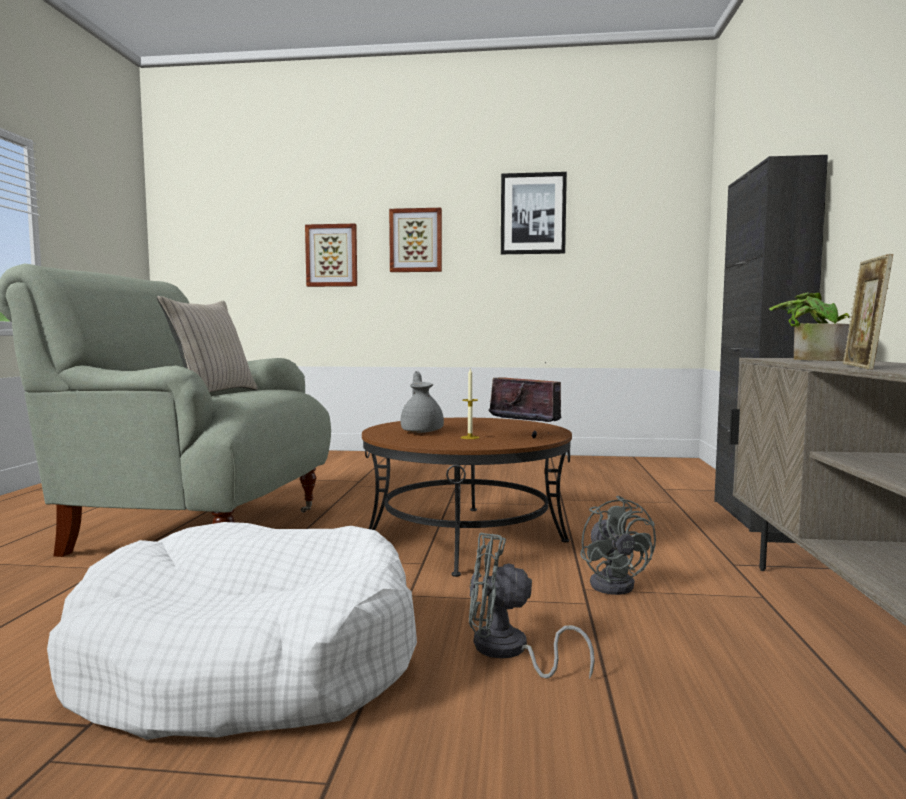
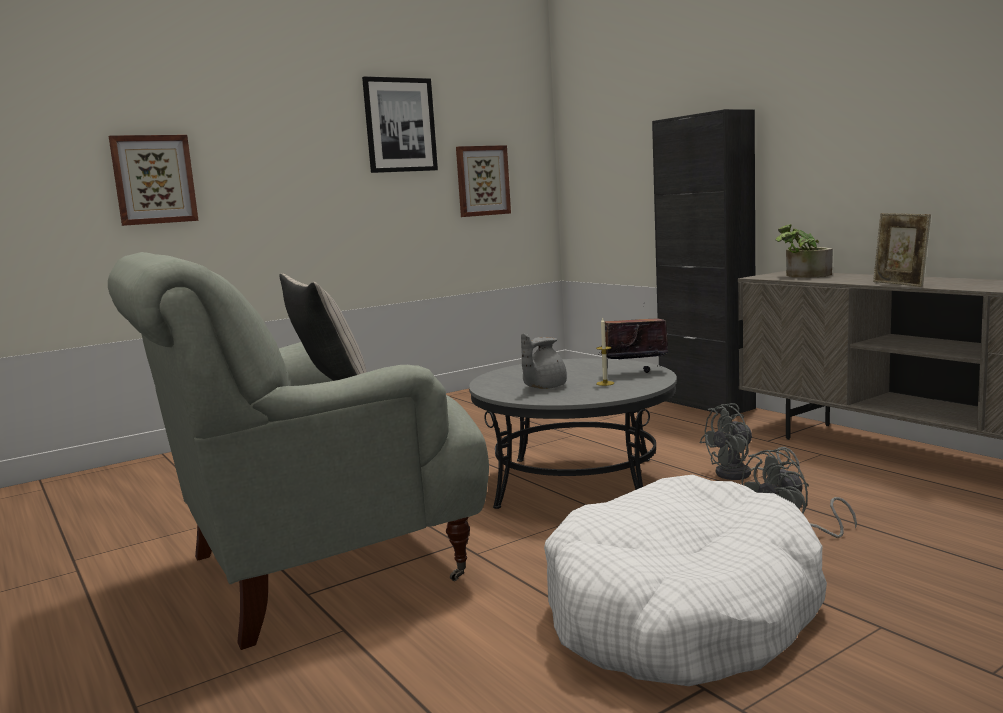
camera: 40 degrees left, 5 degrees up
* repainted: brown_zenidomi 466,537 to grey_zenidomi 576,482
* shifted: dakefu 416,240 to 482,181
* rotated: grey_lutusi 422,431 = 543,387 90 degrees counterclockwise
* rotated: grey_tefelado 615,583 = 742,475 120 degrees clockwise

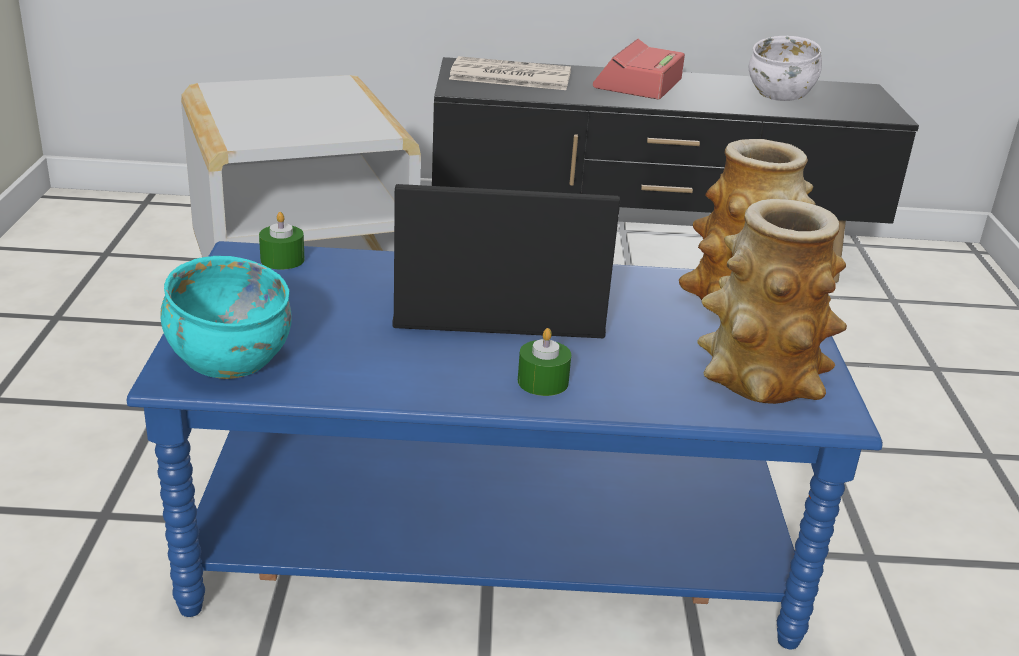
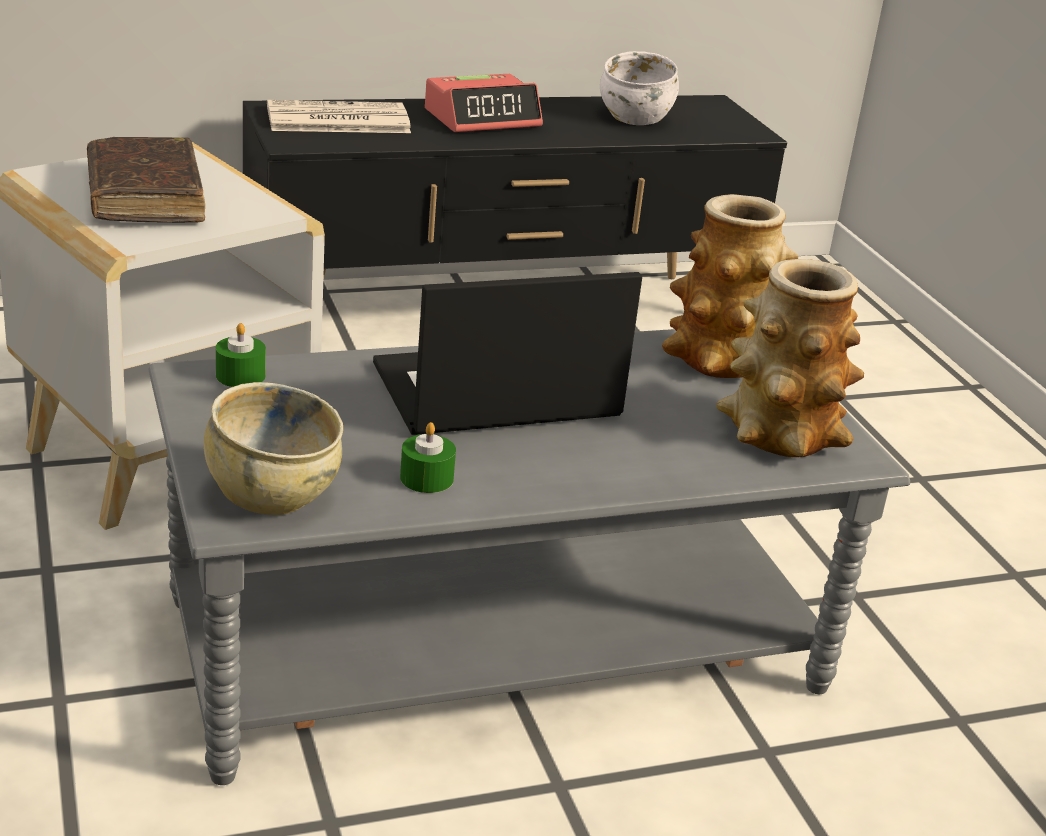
camera: 20 degrees left, 0 degrees up
* repainted: blue_zenidomi 492,540 to grey_zenidomi 496,646
* repainted: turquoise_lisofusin 229,360 to beige_lisofusin 271,494
* shifted: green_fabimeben 543,381 to 426,478
* rotated: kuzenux 638,84 = 483,118 120 degrees counterclockwise
* new: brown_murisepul 145,197

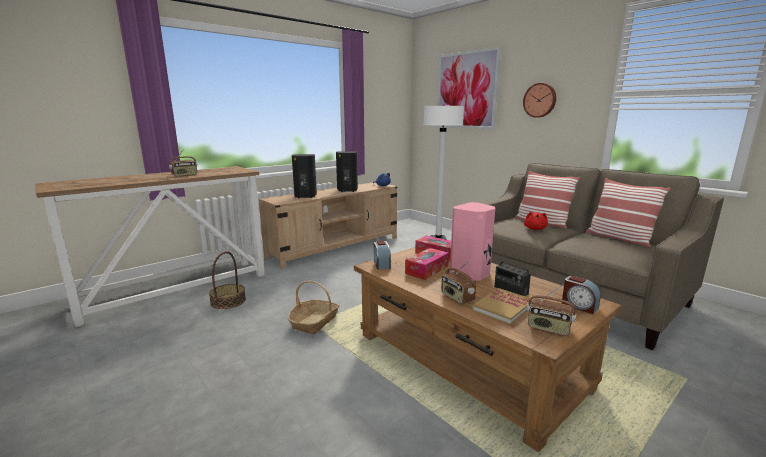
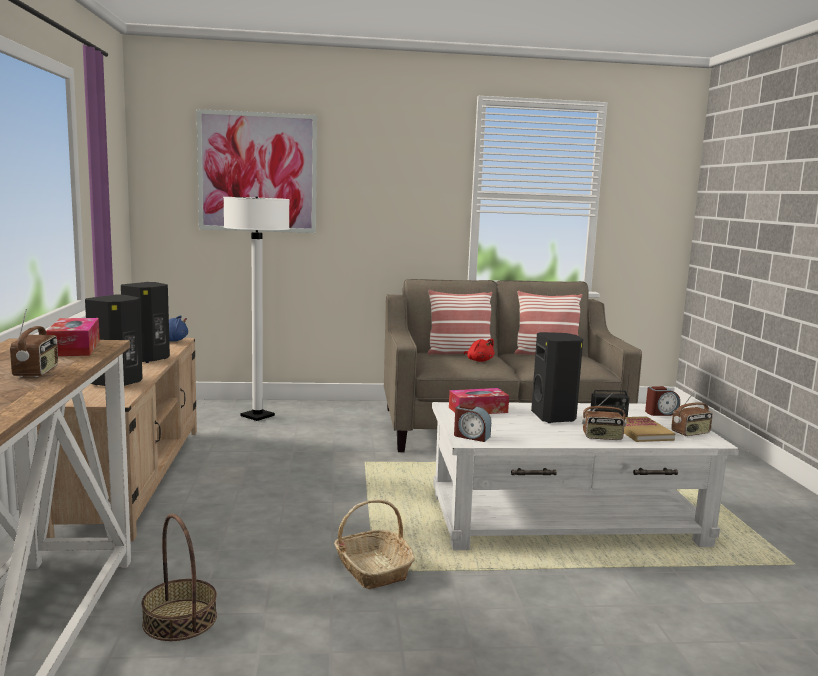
camera: 55 degrees left, 5 degrees down
* repainted: brown_zenidomi 467,360 to white_zenidomi 566,520
* shifted: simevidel 427,270 to 74,348
* repainted: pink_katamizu 471,275 to black_katamizu 554,417
* gone: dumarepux 540,100

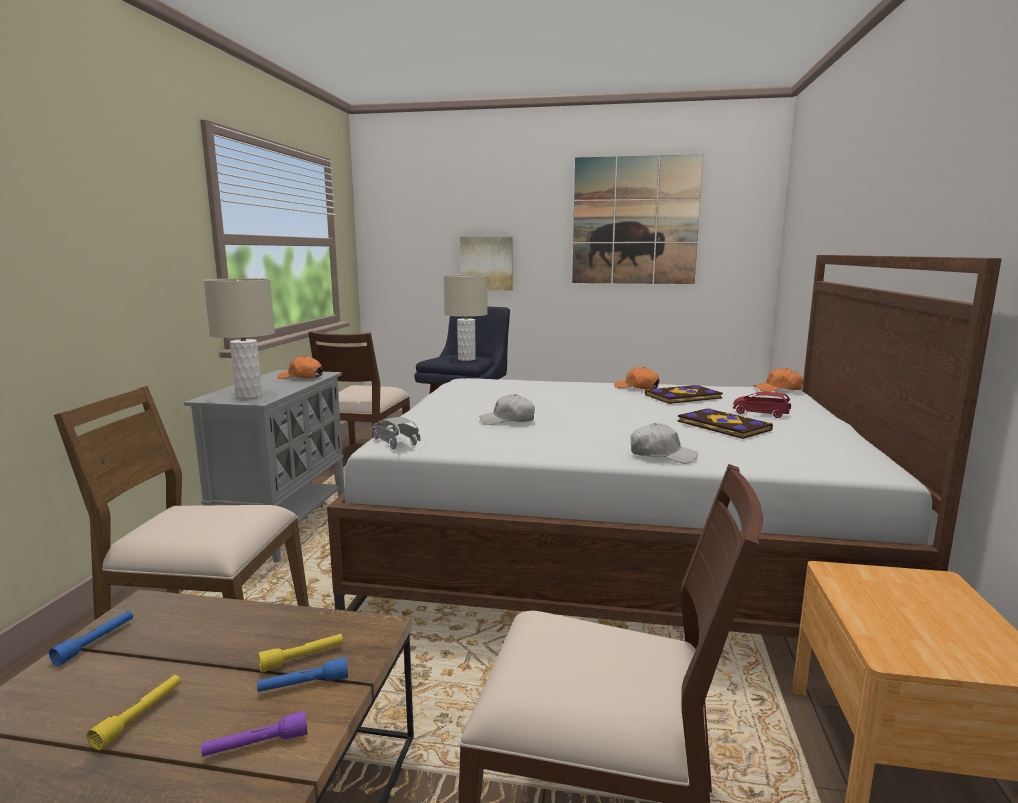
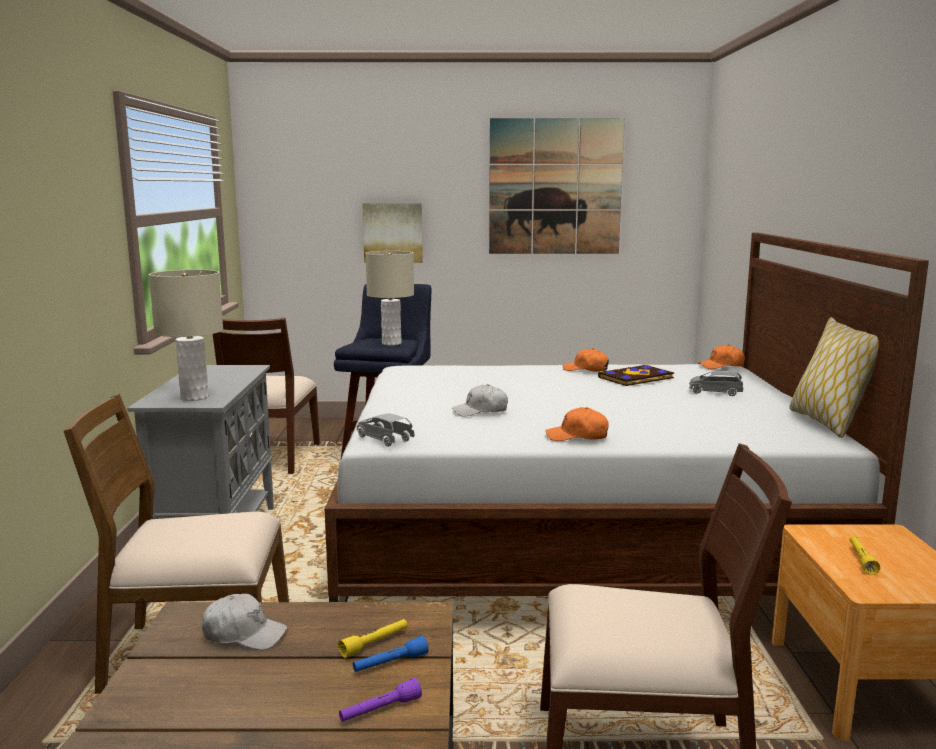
camera: 10 degrees left, 0 degrees up
* gone: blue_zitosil 96,642
* shifted: yellow_zitosil 140,717 to 861,560
* shifted: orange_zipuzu 301,377 to 577,436
* shifted: white_zipuzu 661,455 to 244,634
* gone: murisepul 722,426
* repainted: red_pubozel 760,413 to grey_pubozel 715,392
* new: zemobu 828,423

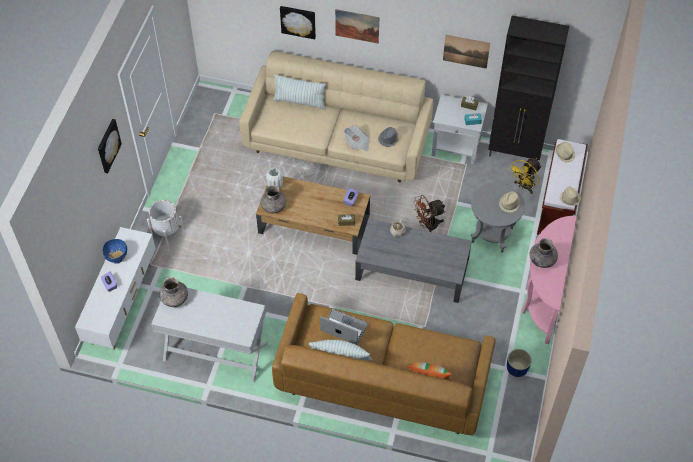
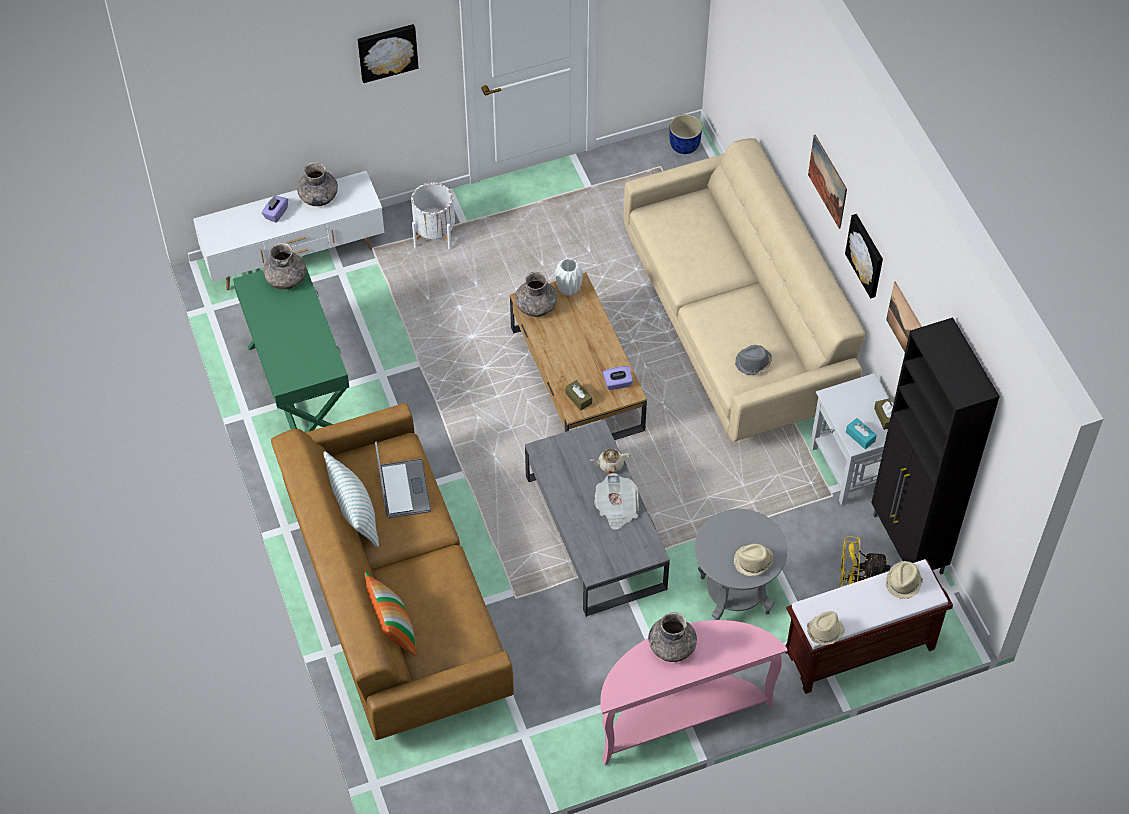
camera: 55 degrees right, 0 degrees up
* swapped: blue_lisofusin 117,258 to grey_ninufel 318,196
* repainted: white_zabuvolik 215,351 to green_zabuvolik 300,391
* gone: zemobu 299,101
* shifted: dakefu 298,21 to 866,255
* shifted: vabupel 357,143 to 616,508
* gone: brown_tefelado 427,225
* shifted: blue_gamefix 516,368 to 684,145

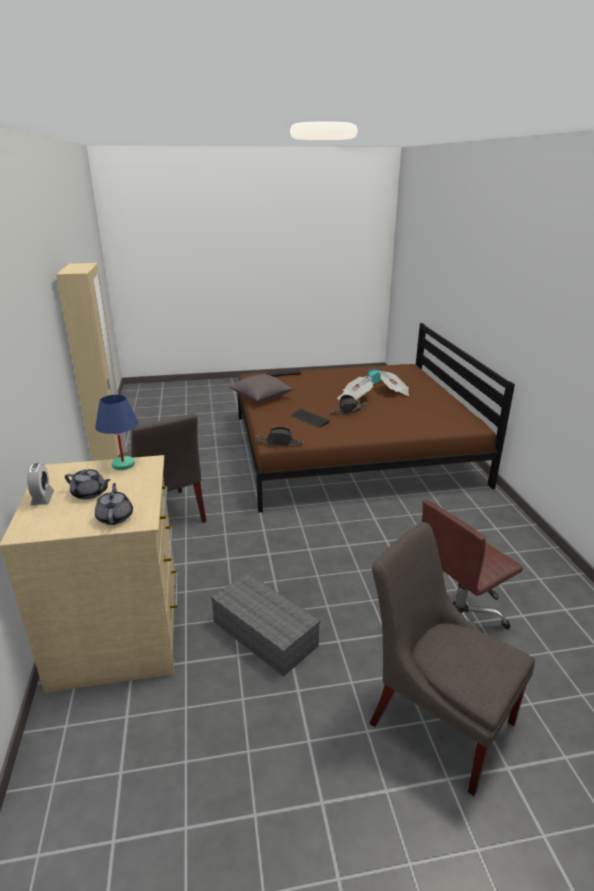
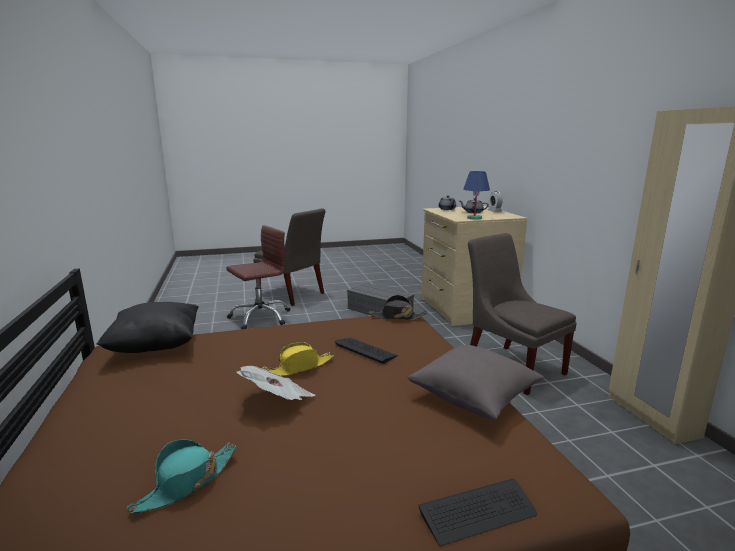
camera: 175 degrees right, 10 degrees down
* repainted: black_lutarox 348,410 to yellow_lutarox 300,367
* gone: vabupel 394,391
* new: black_zemobu 156,346

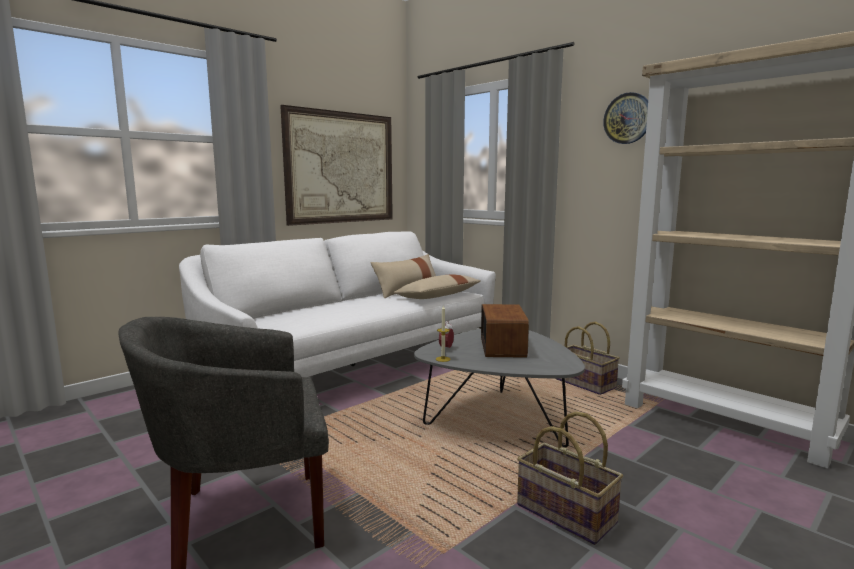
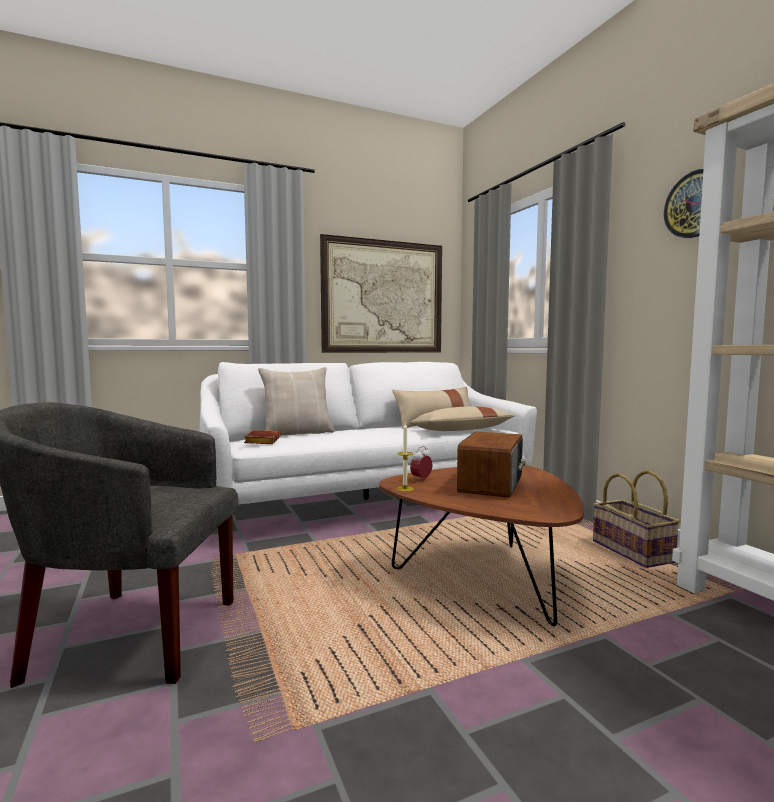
camera: 20 degrees right, 5 degrees down
* repainted: grey_zenidomi 499,420 to brown_zenidomi 486,578
* gone: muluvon 564,514
* new: brown_murisepul 261,441
* new: beige_zemobu 297,433

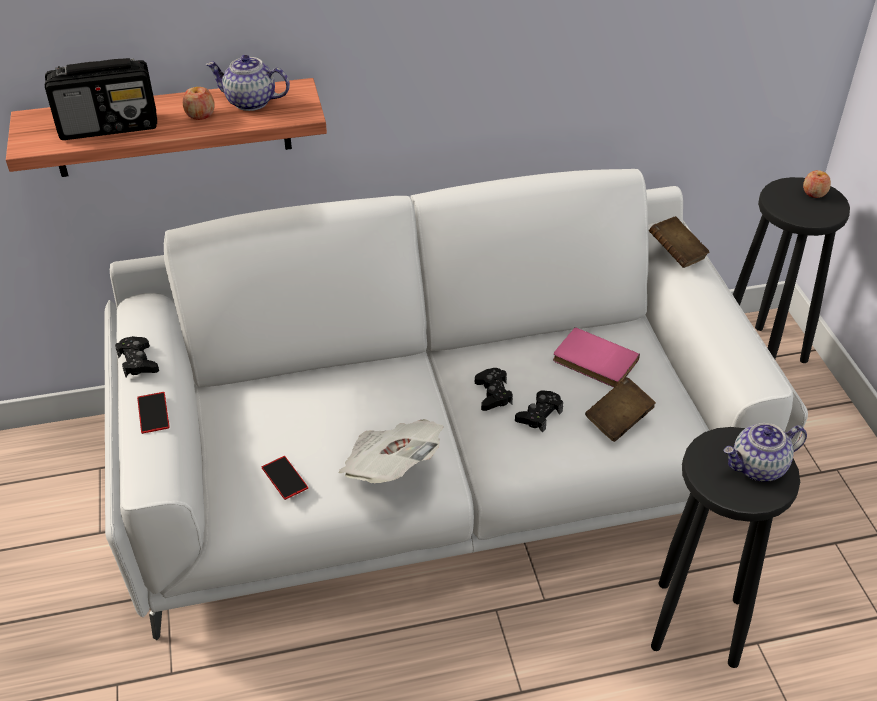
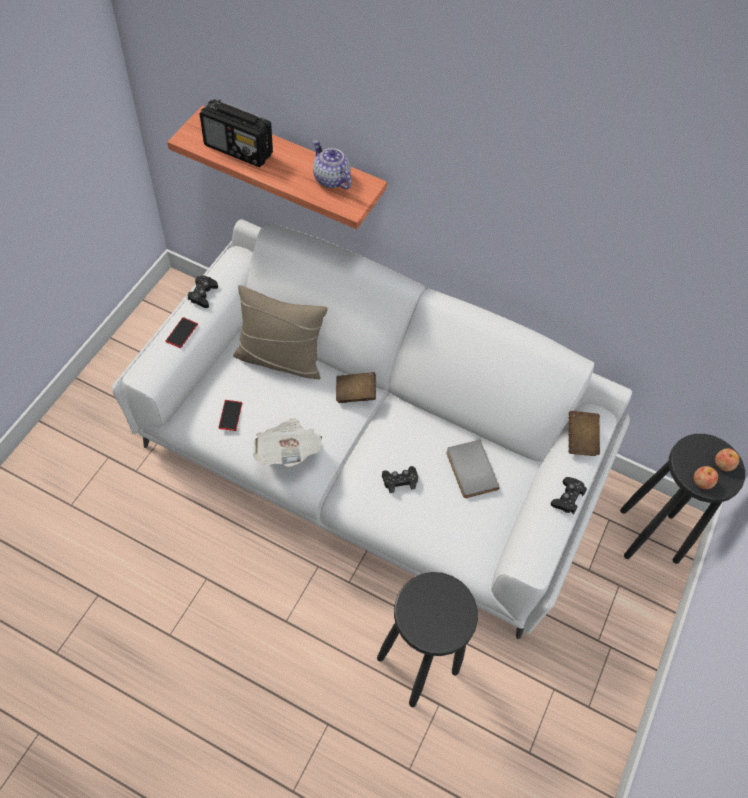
camera: 35 degrees right, 15 degrees up
* shifted: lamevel 200,114 to 702,481
* shifted: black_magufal 493,394 to 567,498
* repainted: pink_murisepul 594,361 to grey_murisepul 469,470
* shifted: brown_murisepul 618,420 to 355,393
* gone: lutusi 758,467
* new: beige_zemobu 280,358

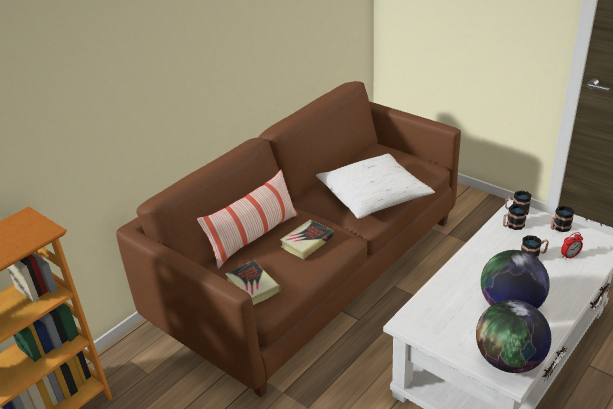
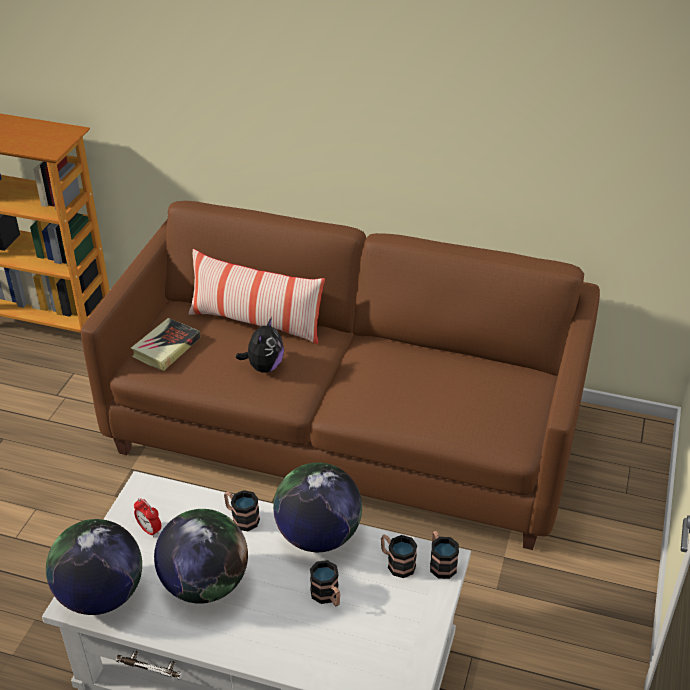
camera: 65 degrees right, 5 degrees up
* swapped: murisepul 307,242 to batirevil 264,366
* gone: white_zemobu 374,196
* shifted: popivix 559,228 to 241,518
* shifted: kuzenux 569,256 to 149,530
* new: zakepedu 318,536

